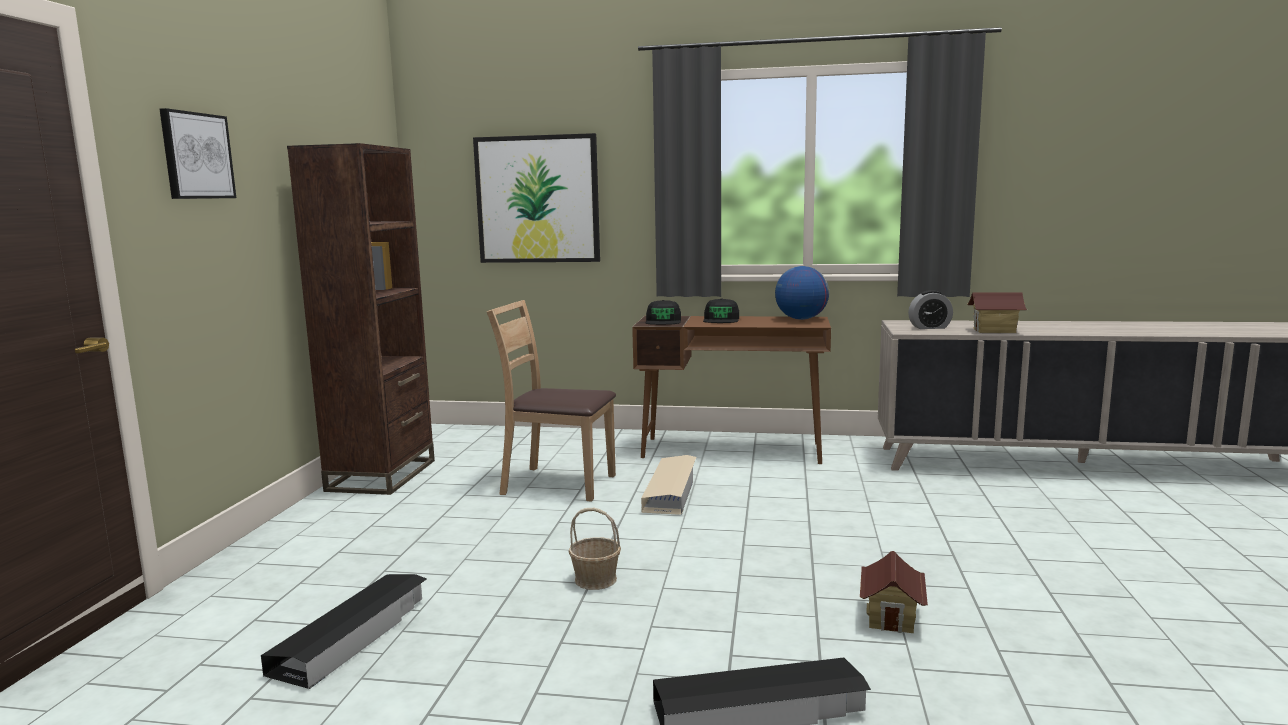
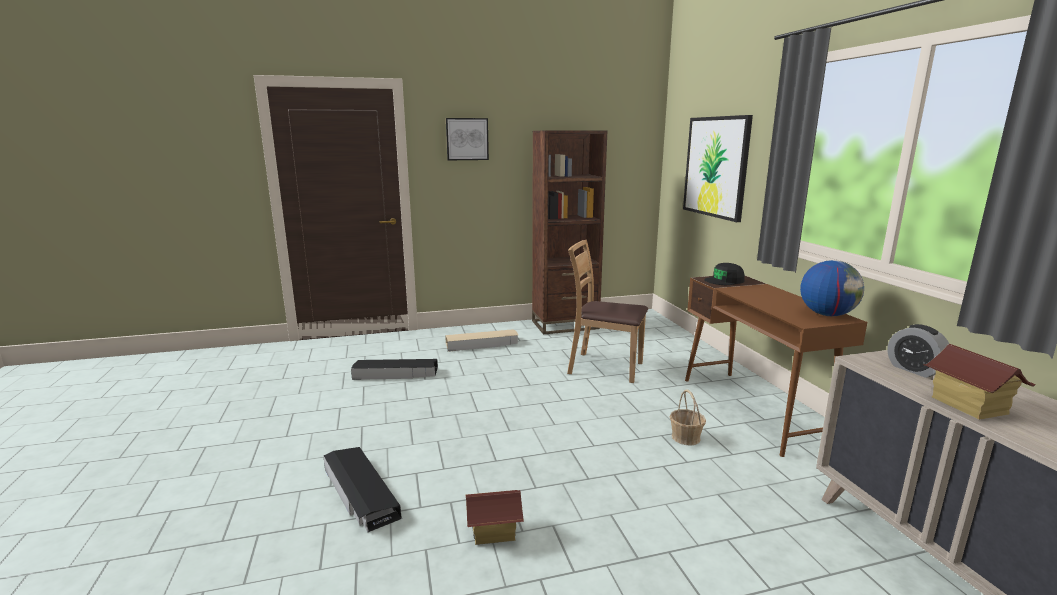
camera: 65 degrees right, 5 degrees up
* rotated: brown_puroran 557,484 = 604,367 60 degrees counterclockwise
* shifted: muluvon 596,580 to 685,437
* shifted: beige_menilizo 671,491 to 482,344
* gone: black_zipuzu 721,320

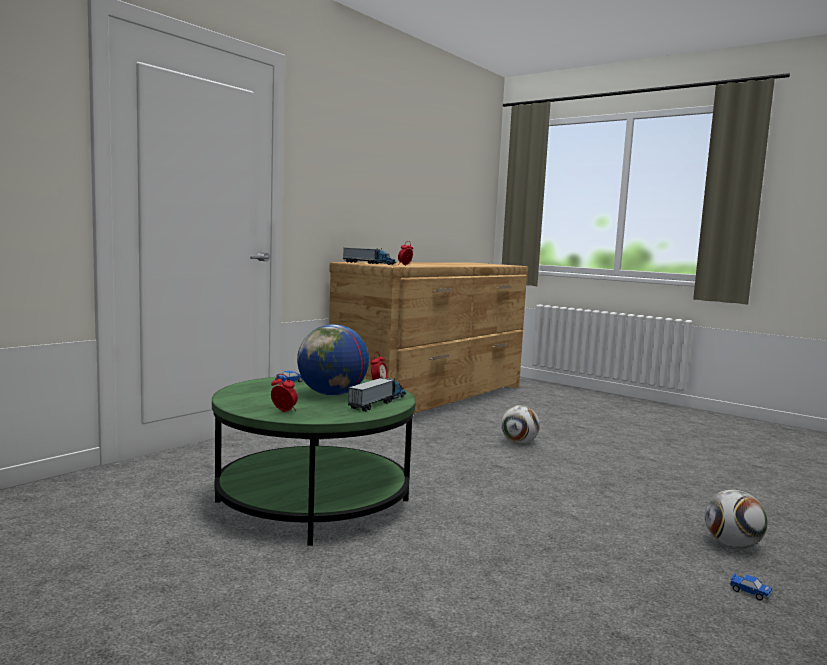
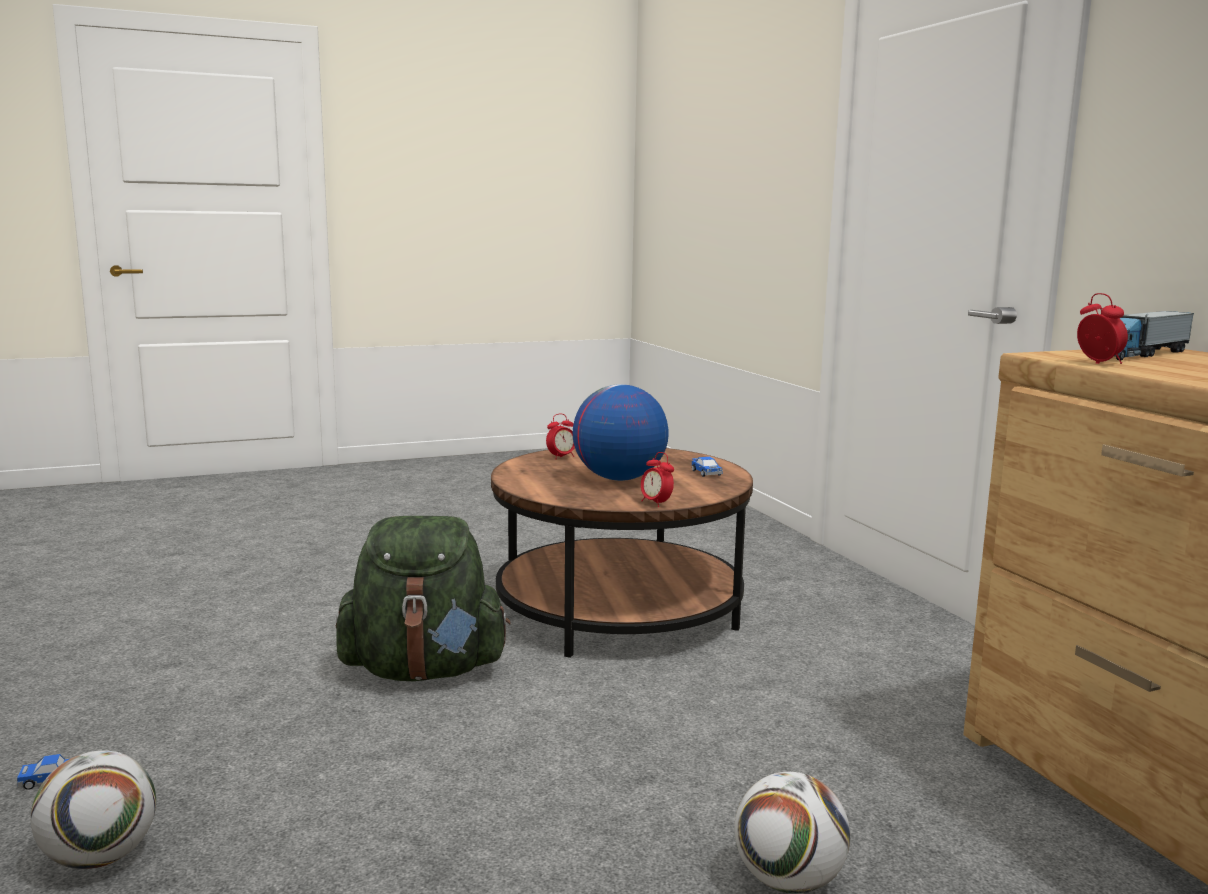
camera: 120 degrees right, 5 degrees up
* repainted: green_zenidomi 313,501 to brown_zenidomi 619,608
* gone: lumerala 378,403
* new: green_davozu 424,670

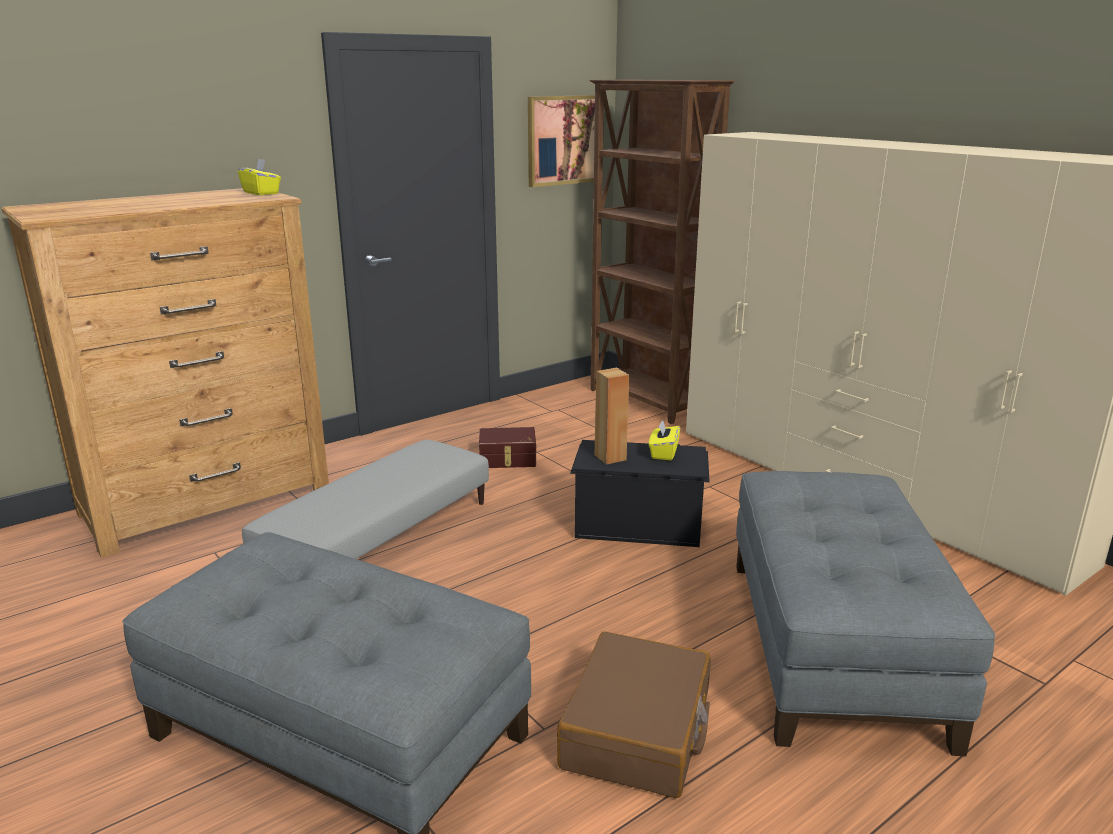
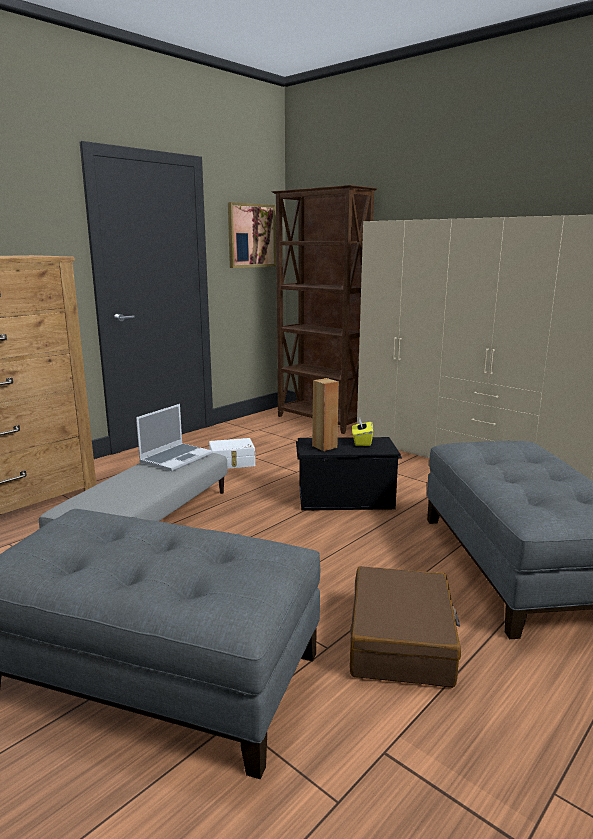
camera: 10 degrees left, 5 degrees down
* gone: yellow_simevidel 261,193
* repainted: brown_menilizo 508,459 to white_menilizo 232,463
* new: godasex 176,458

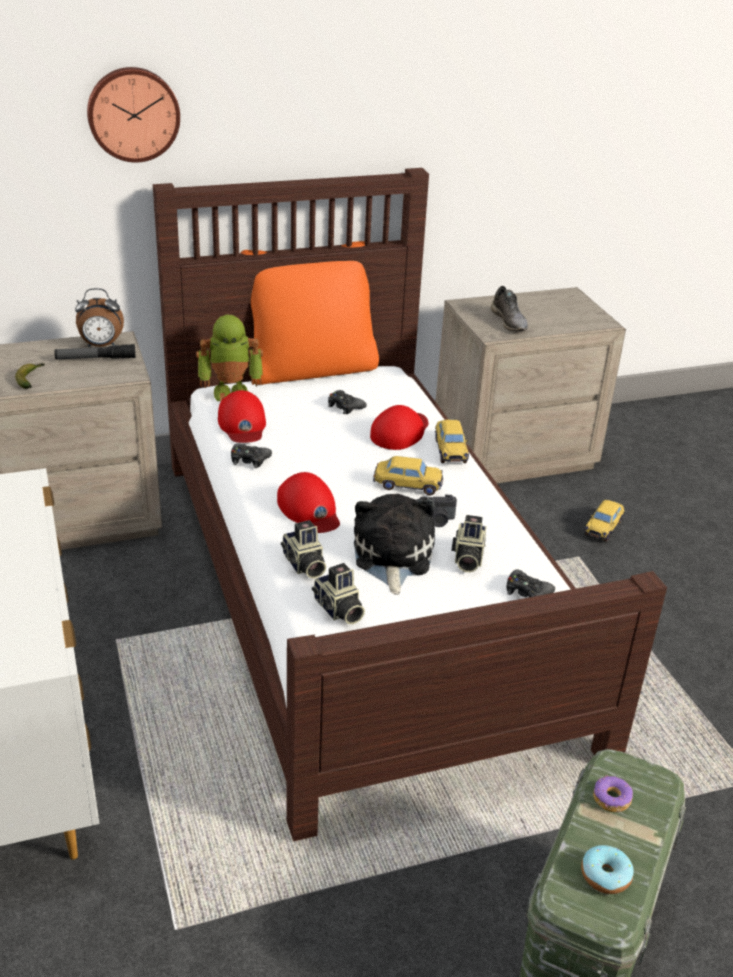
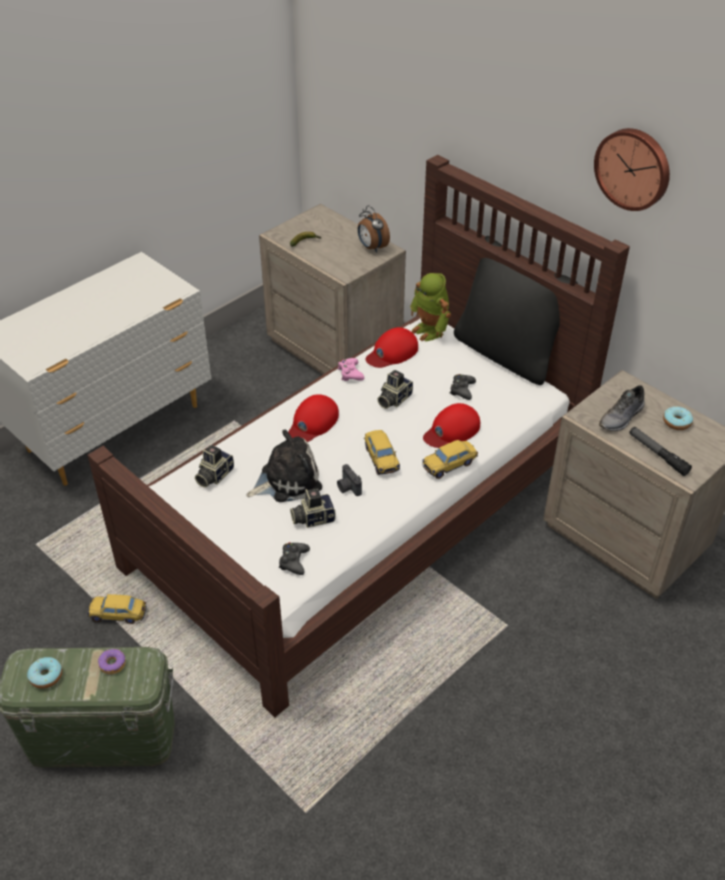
camera: 65 degrees right, 10 degrees up
* shifted: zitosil 95,358 to 658,454
* shifted: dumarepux 133,114 to 633,168
* repainted: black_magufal 249,460 to pink_magufal 350,373
* repainted: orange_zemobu 310,368 to black_zemobu 507,353
* shifted: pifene 304,565 to 393,399
* rotated: red_zipuzu 400,432 = 451,430 135 degrees clockwise
* shifted: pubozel 603,527 to 118,614
* new: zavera 676,422

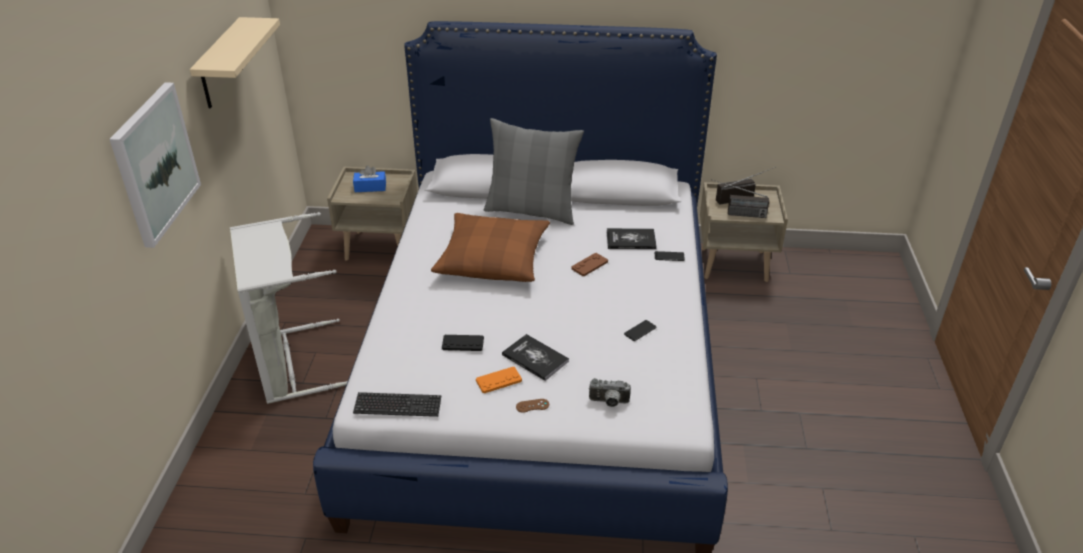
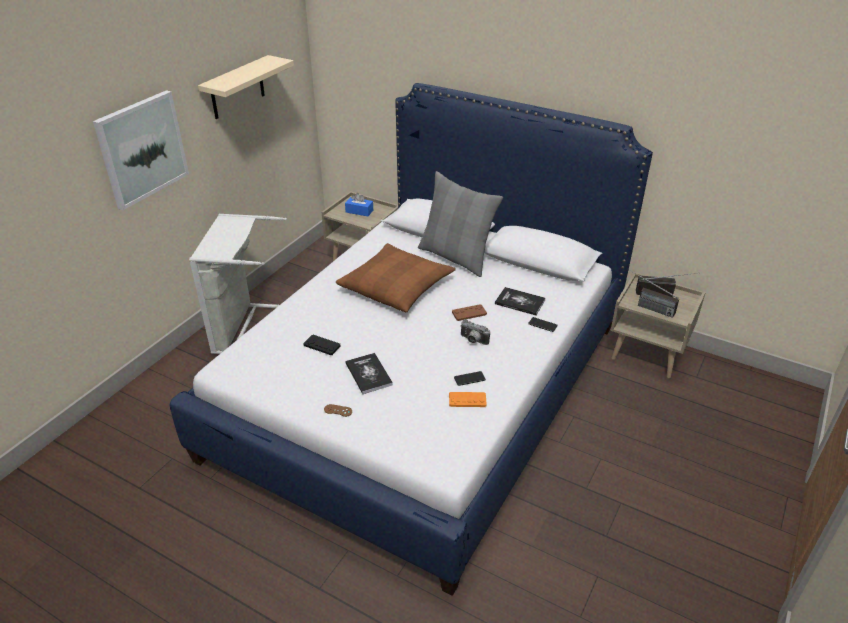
camera: 25 degrees right, 0 degrees up
* gone: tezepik 397,406
* shifted: orange_magufal 498,380 to 467,400
* shifted: pifene 609,402 to 473,341

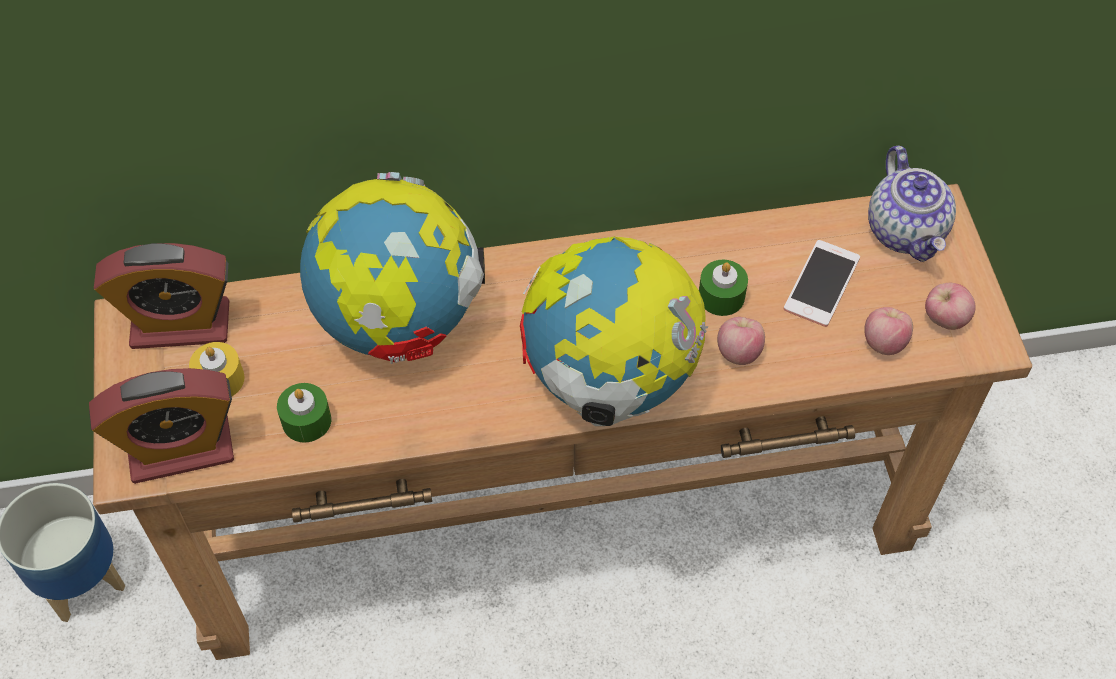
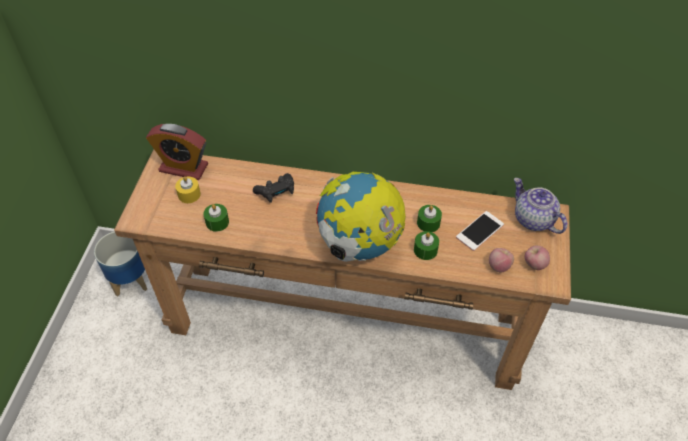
camera: 20 degrees right, 5 degrees down
* gone: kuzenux 180,450
* swapped: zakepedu 399,321 to black_magufal 276,192
* swapped: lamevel 738,352 to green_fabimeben 425,250
* rotated: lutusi 906,232 = 533,219 135 degrees clockwise

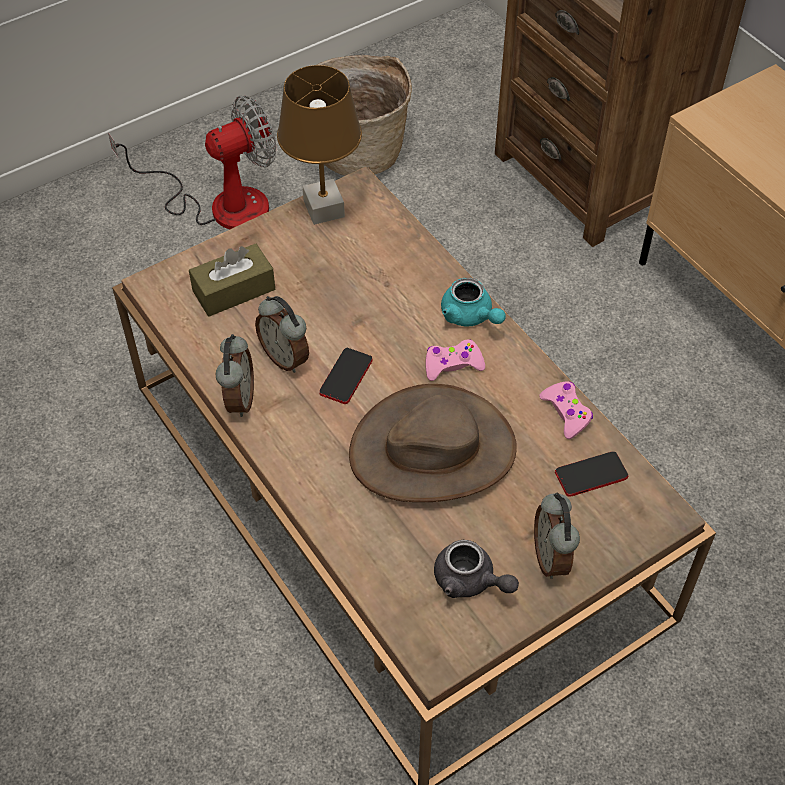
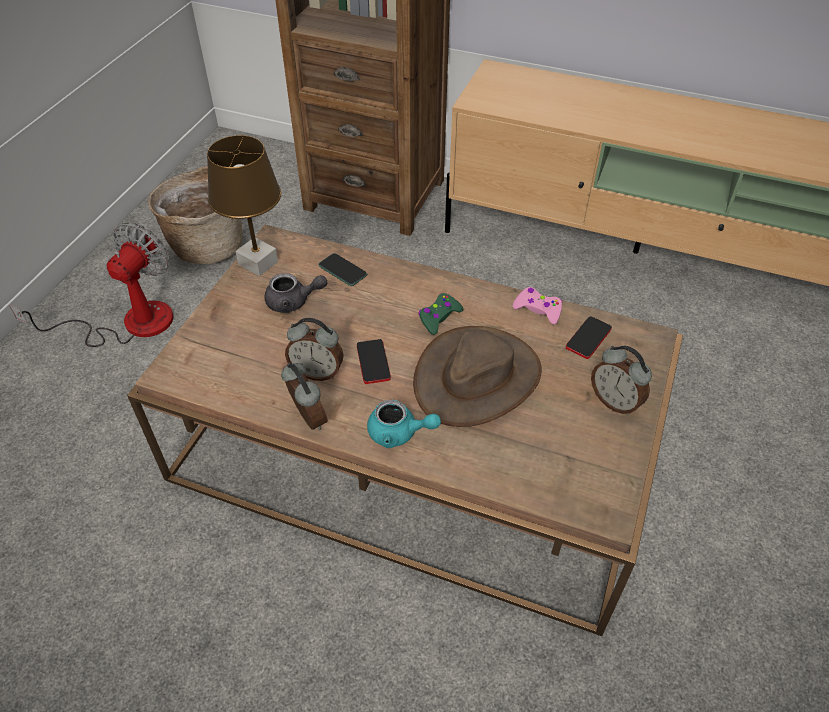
camera: 35 degrees left, 5 degrees down
* gone: brown_simevidel 234,290
* repainted: pink_magufal 452,365 to green_magufal 439,317
* shifted: grey_lutusi 470,581 to 293,302
* shifted: turquoise_lutusi 470,316 to 399,433
* new: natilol 342,270

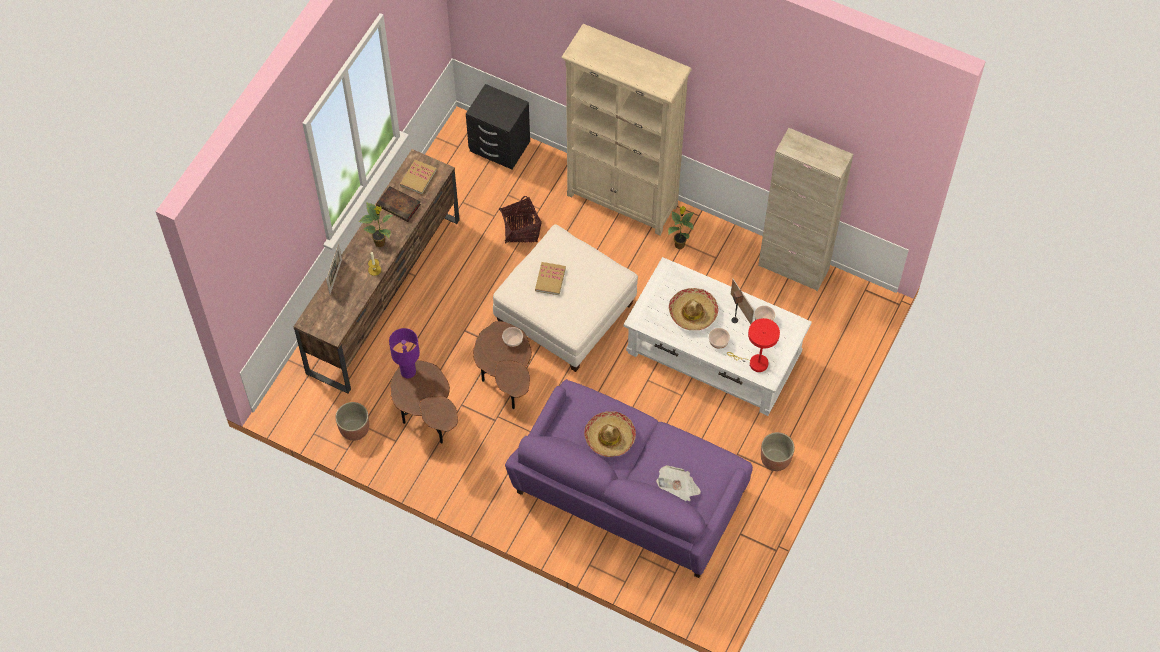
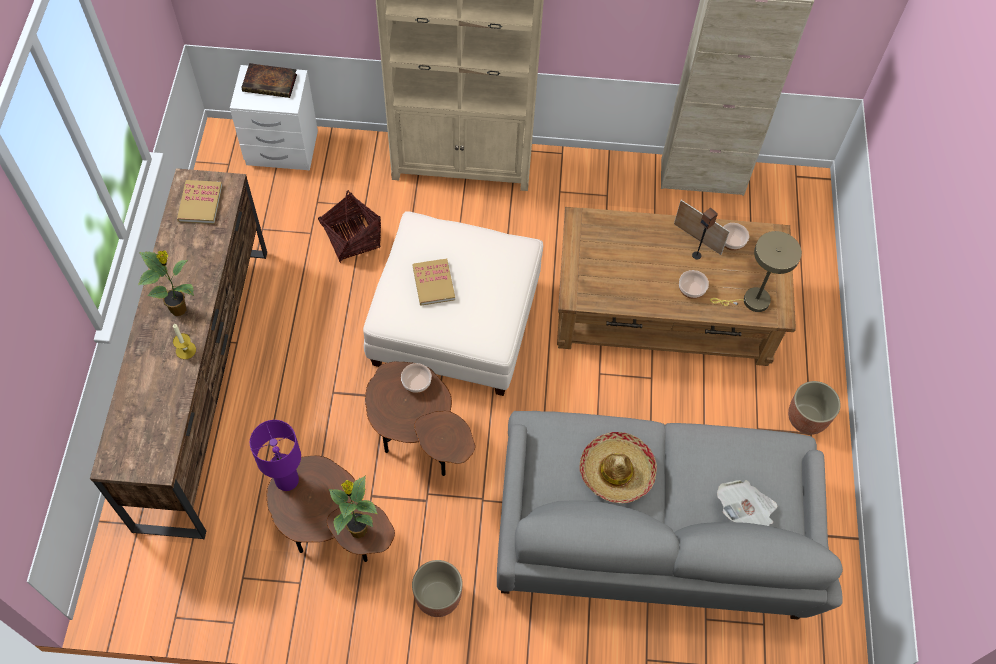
camera: 25 degrees left, 0 degrees up
* gone: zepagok 335,276
* shifted: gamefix 354,429 to 437,596
* shifted: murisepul 399,205 to 271,83
* repainted: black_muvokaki 499,147 to white_muvokaki 282,148
* repainted: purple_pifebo 628,494 to grey_pifebo 649,536
* repainted: white_zenidomi 713,353 to brown_zenidomi 662,311
* shifted: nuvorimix 679,244 to 358,529
* gone: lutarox 693,313
* repainted: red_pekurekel 755,363 to beige_pekurekel 751,301

